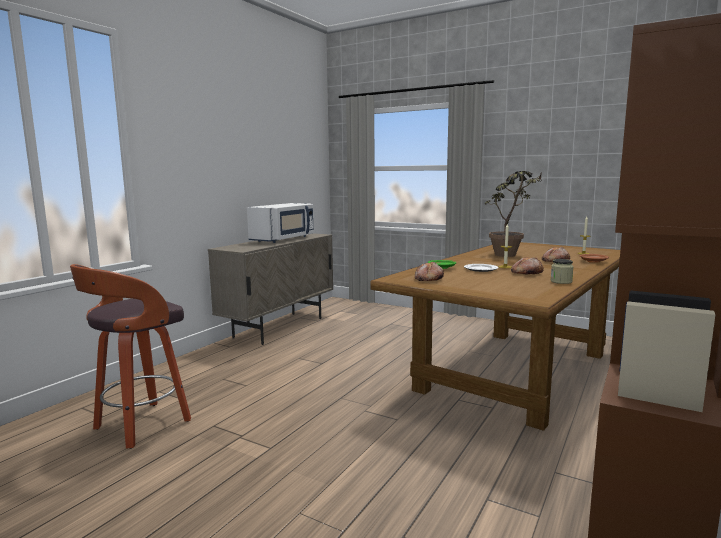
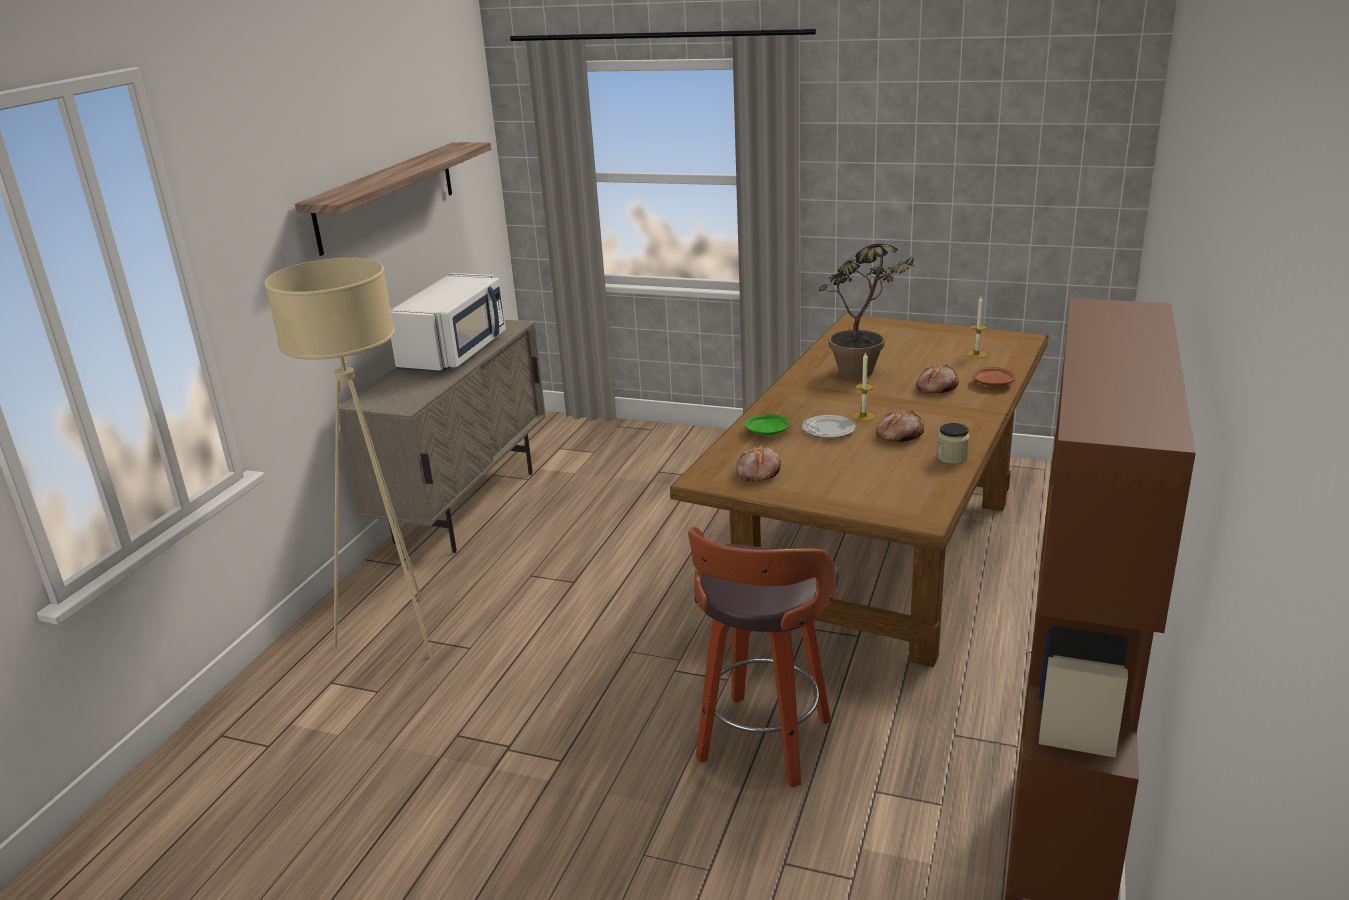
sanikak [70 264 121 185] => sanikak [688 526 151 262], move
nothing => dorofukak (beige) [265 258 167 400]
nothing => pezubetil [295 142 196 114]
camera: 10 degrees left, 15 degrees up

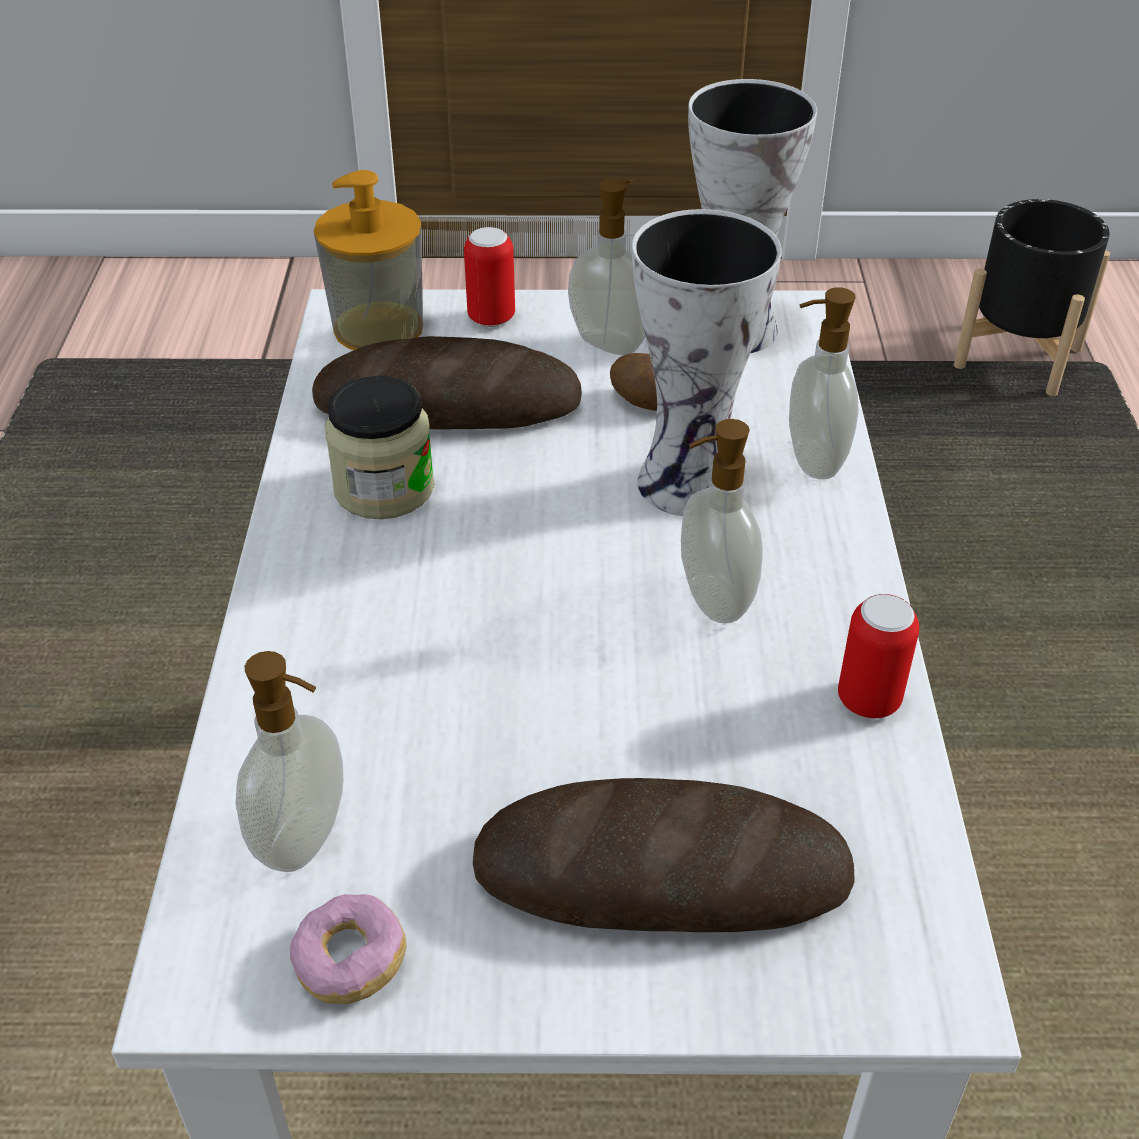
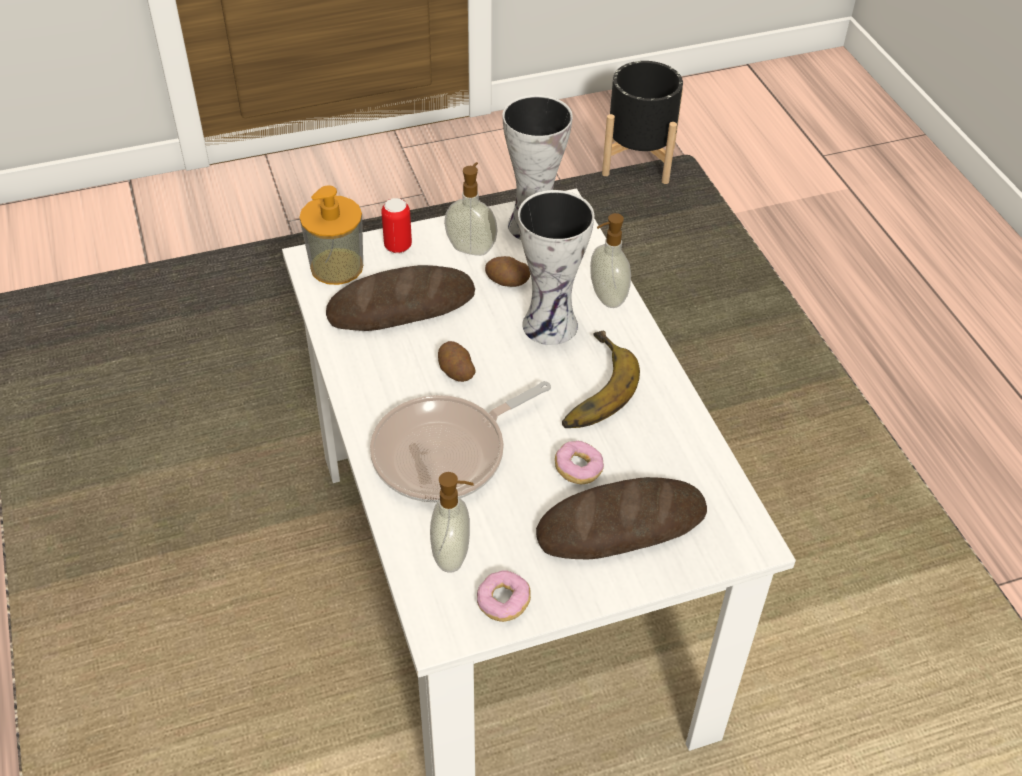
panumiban [325 376 109 143] => nothing
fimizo [681 419 82 204] => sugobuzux [562 331 78 97]
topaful [838 594 81 125] => nothing
nothing => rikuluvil [370 381 181 122]
nothing => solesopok [438 341 38 41]
nothing => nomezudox [555 441 49 43]
camera: 20 degrees left, 5 degrees up

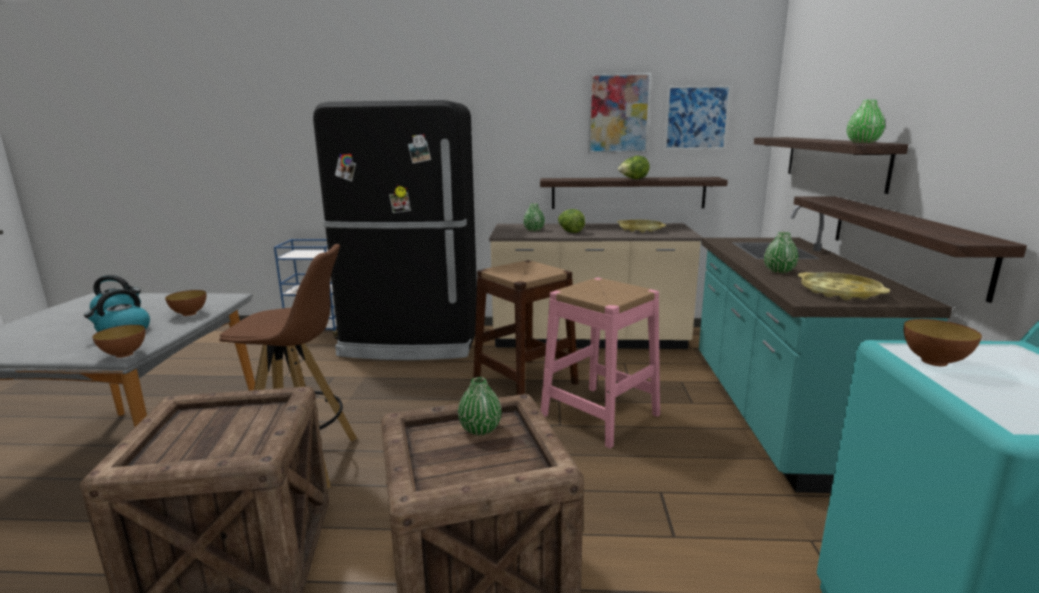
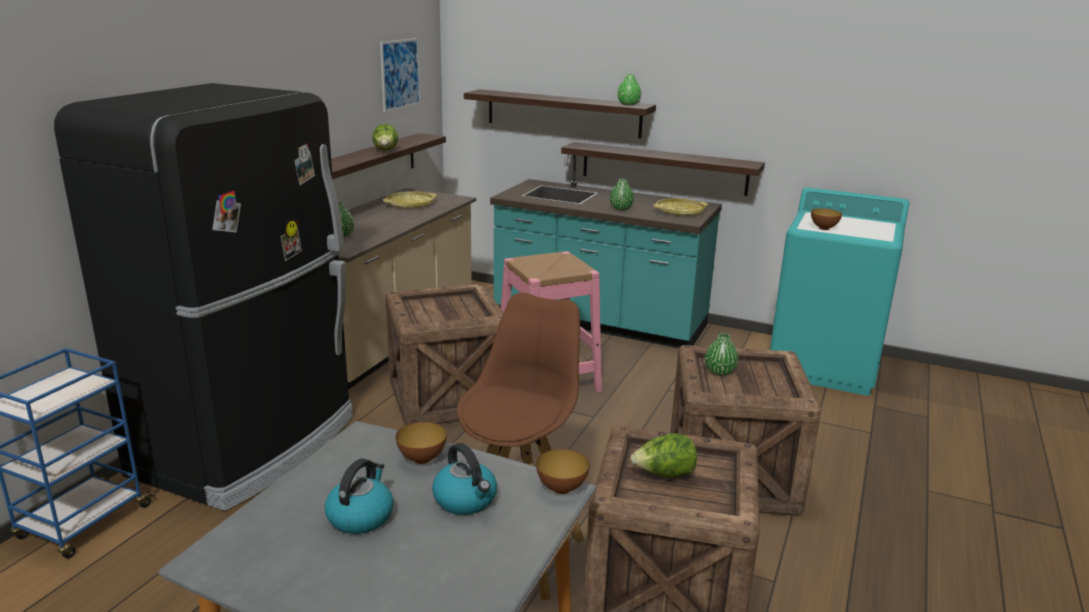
sanikak (brown) [473 260 105 135] => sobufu [385 284 119 142]
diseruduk [558 209 27 24] => diseruduk [630 433 67 45], move
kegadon [588 73 63 80] => nothing
camera: 70 degrees left, 5 degrees up

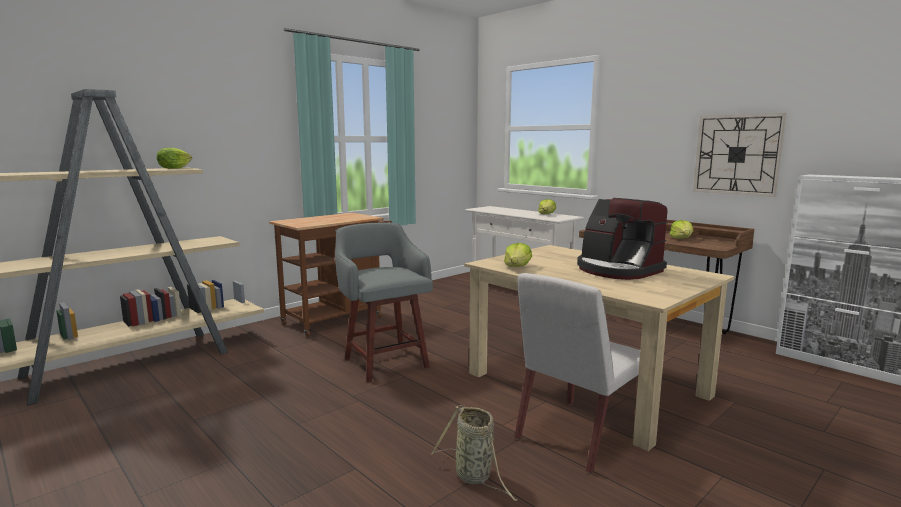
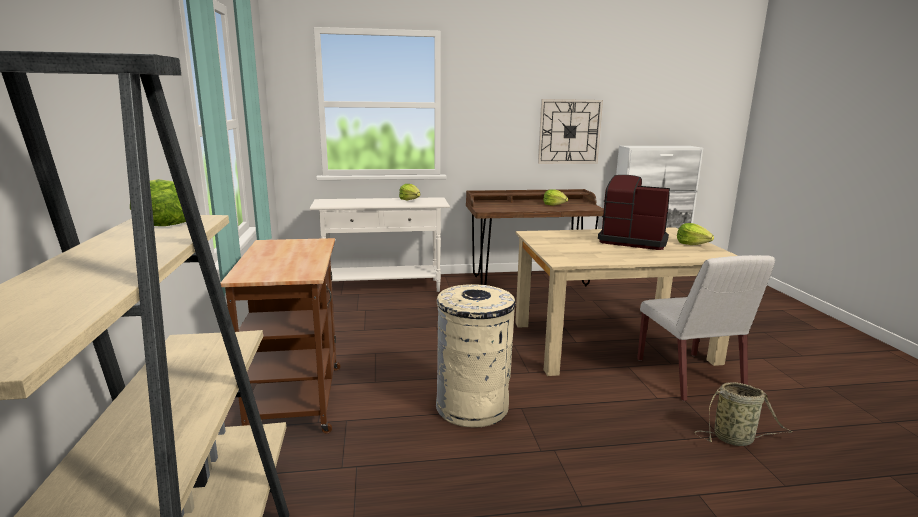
sanikak (grey) [335 223 98 159] => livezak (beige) [436 284 80 144]
diseruduk [504 243 28 24] => diseruduk [677 223 37 22], move
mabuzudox [577 198 91 82] => mabuzudox [598 175 72 75], 150 degrees counterclockwise
camera: 55 degrees left, 5 degrees up

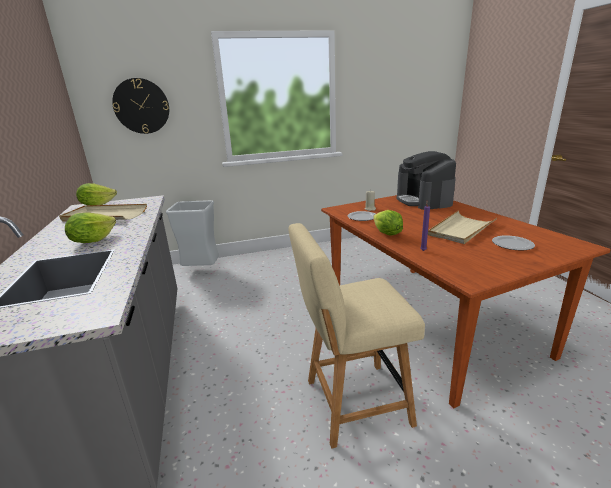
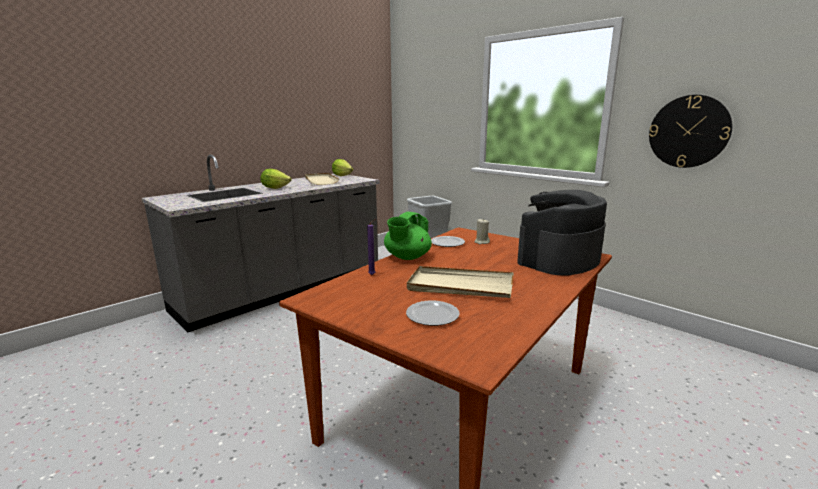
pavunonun [112 78 57 56] => pavunonun [649 95 83 73], move
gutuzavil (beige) [289 223 136 225] => nothing
diseruduk [373 210 30 25] => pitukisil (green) [384 212 48 48]
camera: 60 degrees right, 5 degrees down

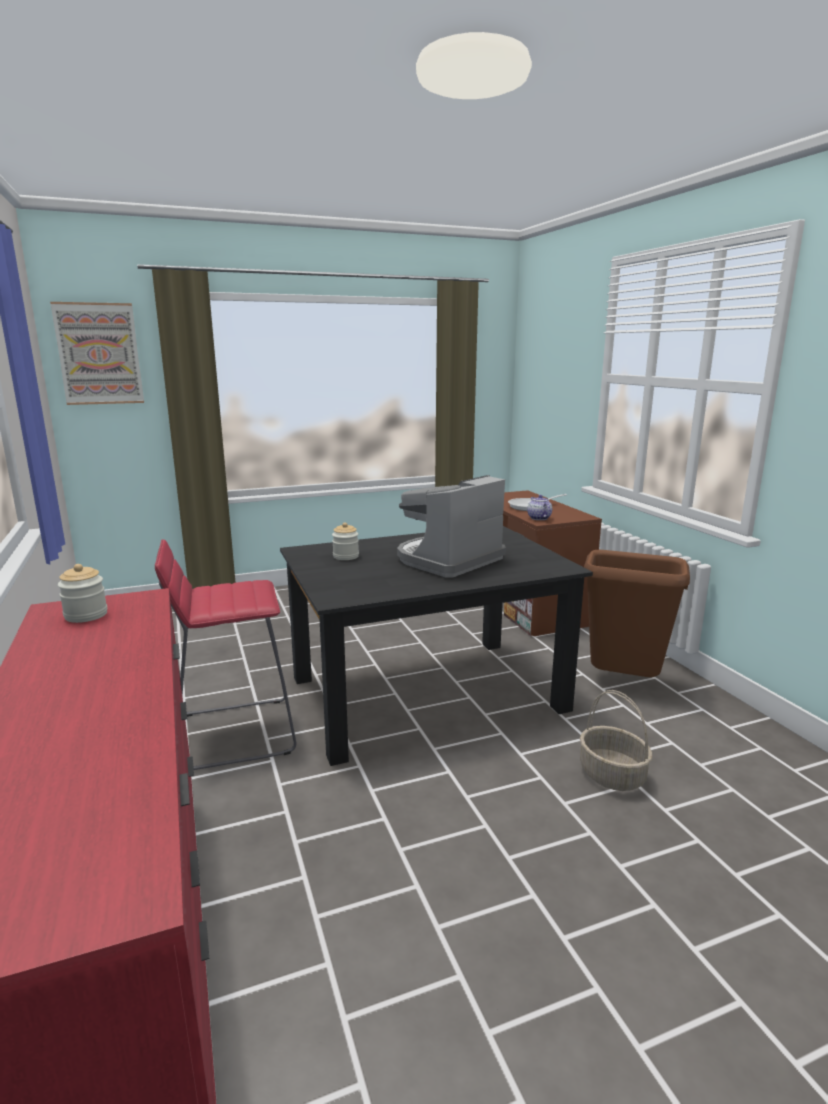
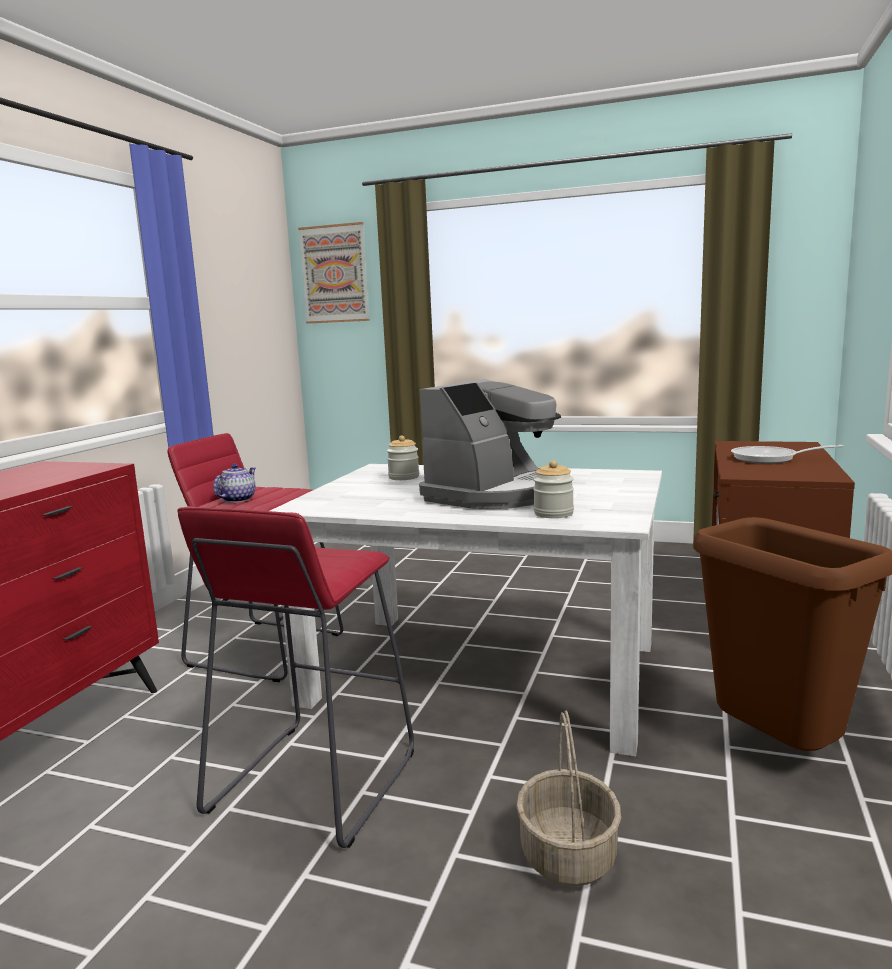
panumiban [58 564 49 59] => panumiban [533 460 41 58], move
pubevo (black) [280 526 313 240] => pubevo (white) [270 464 392 292]
mabuzudox [397 475 109 102] => mabuzudox [419 379 142 130], 135 degrees clockwise
pitukisil [527 495 25 25] => pitukisil [213 464 43 39], move
nothing => sanikak (red) [178 506 236 342]
camera: 40 degrees right, 5 degrees down

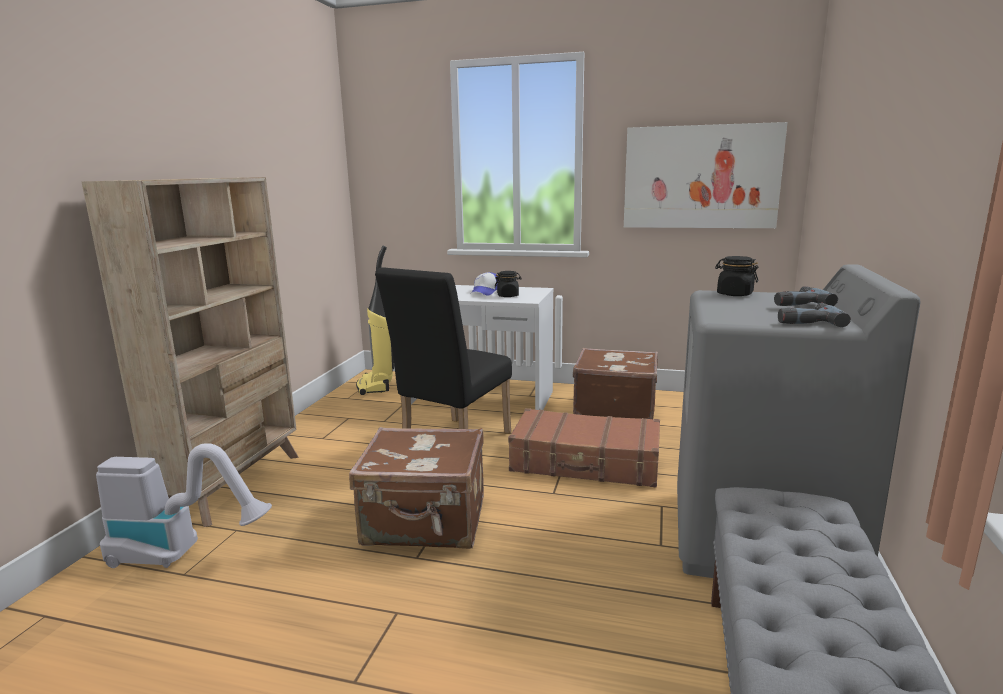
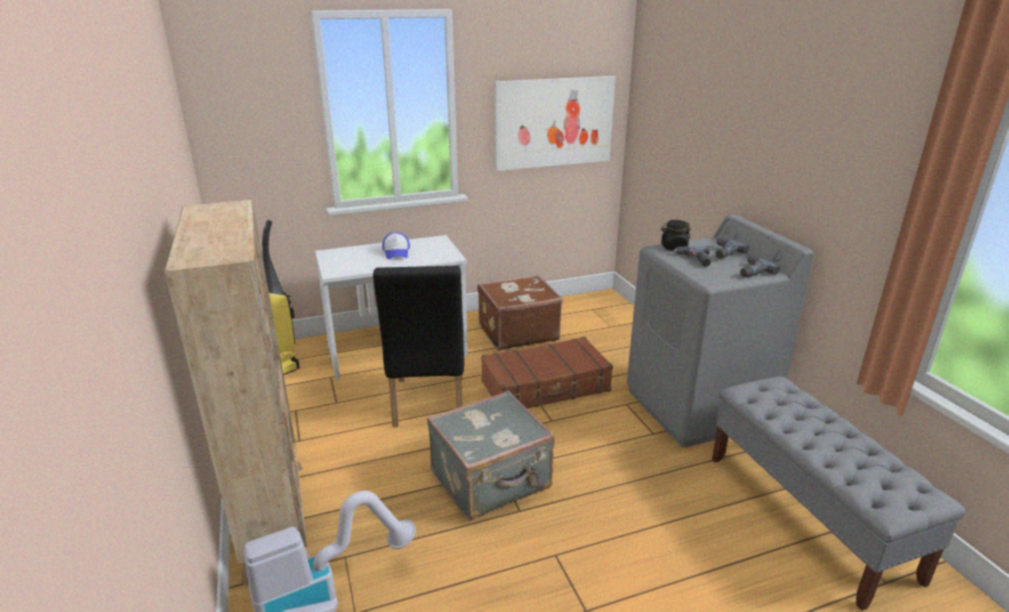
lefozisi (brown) [349 427 135 122] => lefozisi (grey) [427 391 128 129]
panumiban (black) [495 271 27 26] => nothing
nothing => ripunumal [674 246 37 21]
camera: 35 degrees left, 10 degrees up

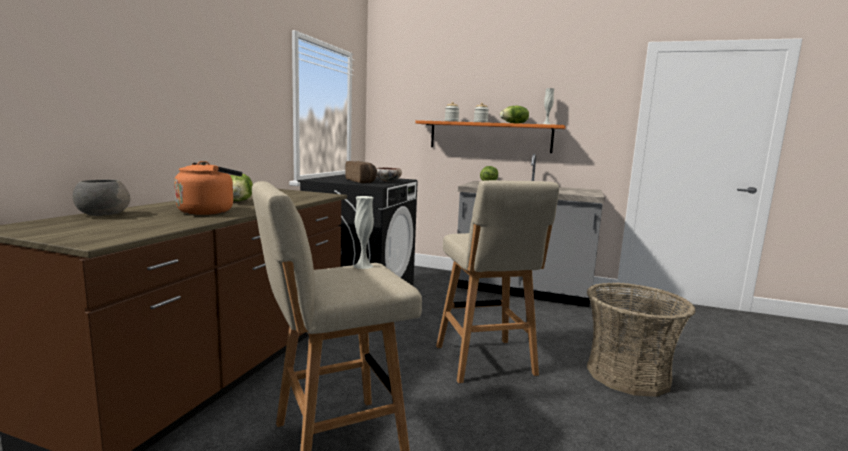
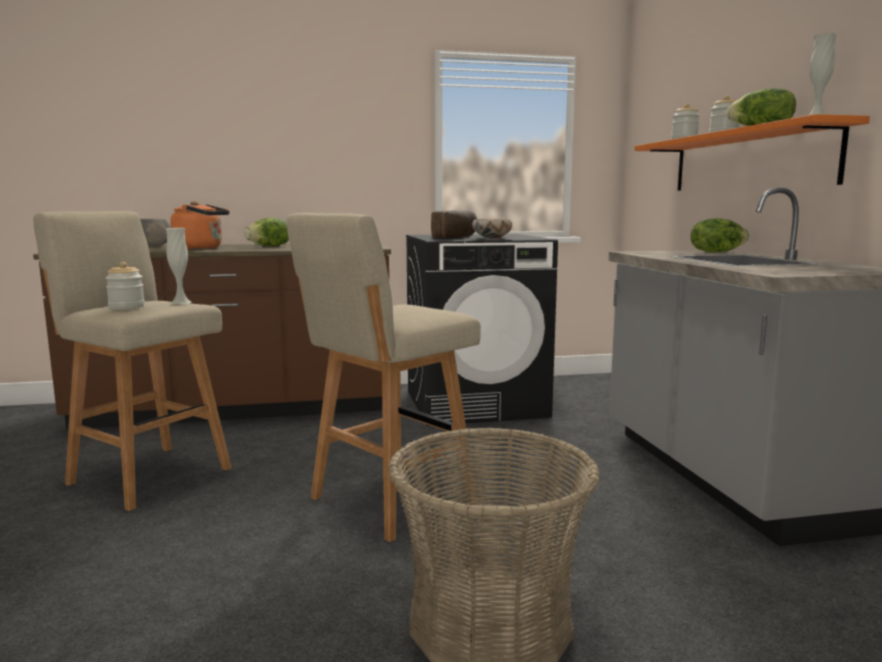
nothing => panumiban [105 262 40 47]
camera: 60 degrees right, 0 degrees up

